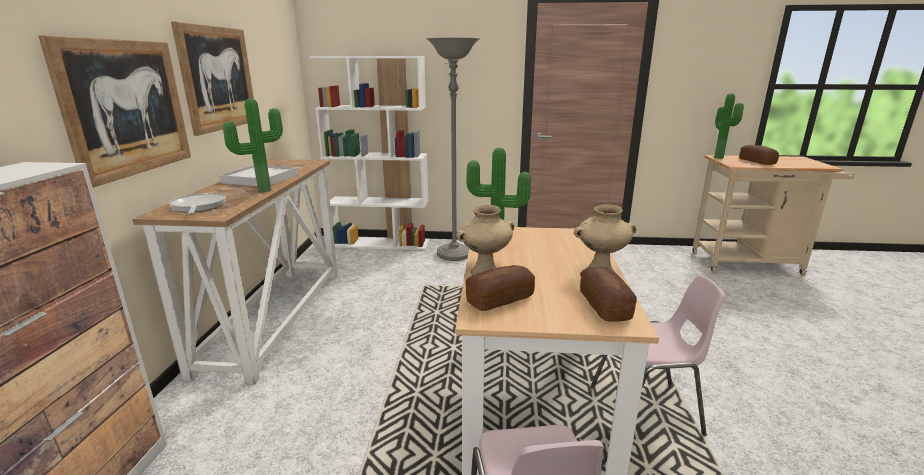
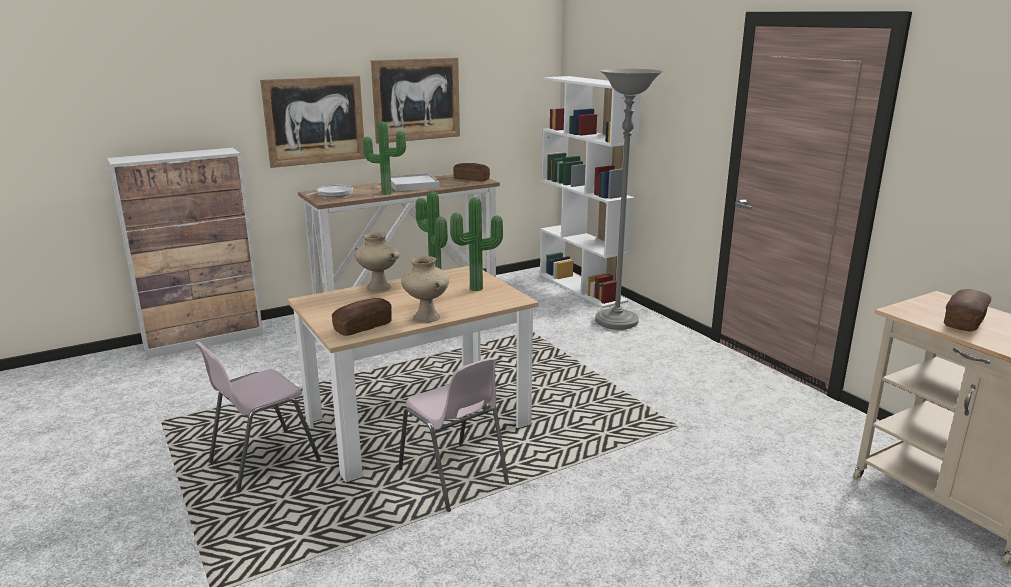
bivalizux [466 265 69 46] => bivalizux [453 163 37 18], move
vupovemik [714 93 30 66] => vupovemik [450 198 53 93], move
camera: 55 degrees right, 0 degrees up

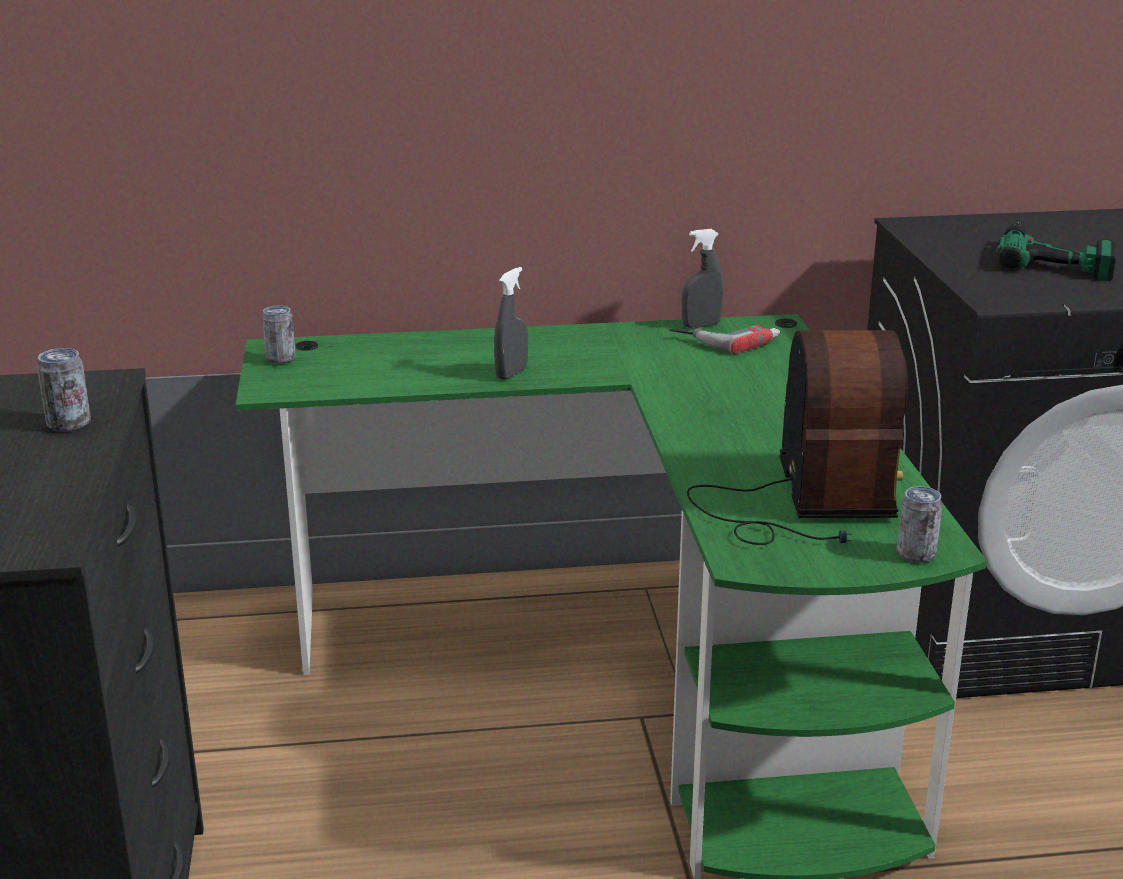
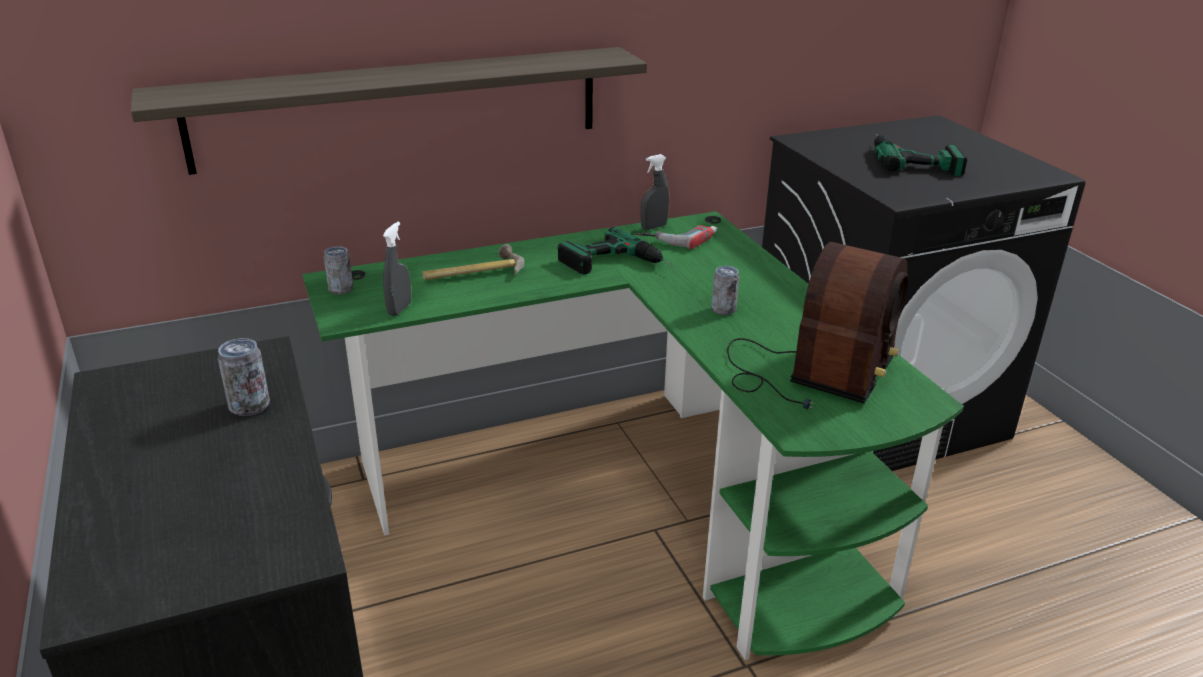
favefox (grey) [494 267 34 113] => favefox (grey) [383 222 28 94], move
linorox [687 330 221 215] => linorox [727 242 181 167], 45 degrees clockwise
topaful [896 486 47 77] => topaful [711 266 29 49], move
nothing => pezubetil [131 47 516 128]
nothing => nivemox [422 244 103 36]
nothing => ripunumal [558 227 116 47]
camera: 15 degrees left, 5 degrees up

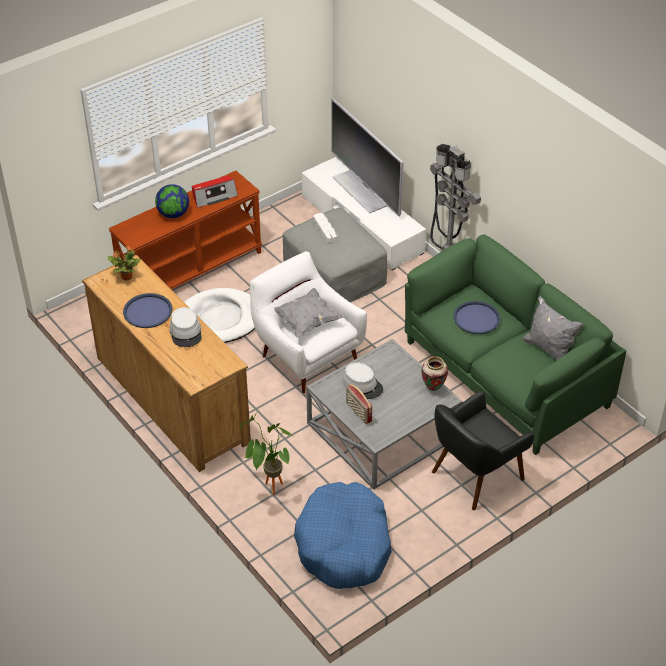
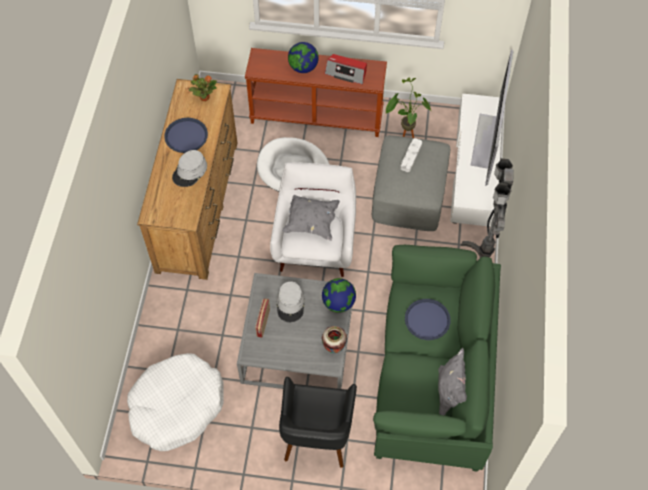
vupovemik [240 413 53 82] => vupovemik [386 77 45 61], move
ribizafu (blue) [294 482 98 107] => ribizafu (white) [127 353 97 98]
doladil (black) [432 391 102 119] => doladil (black) [279 377 78 91], 90 degrees counterclockwise
nothing => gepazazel [322 278 34 35]
camera: 45 degrees right, 15 degrees up

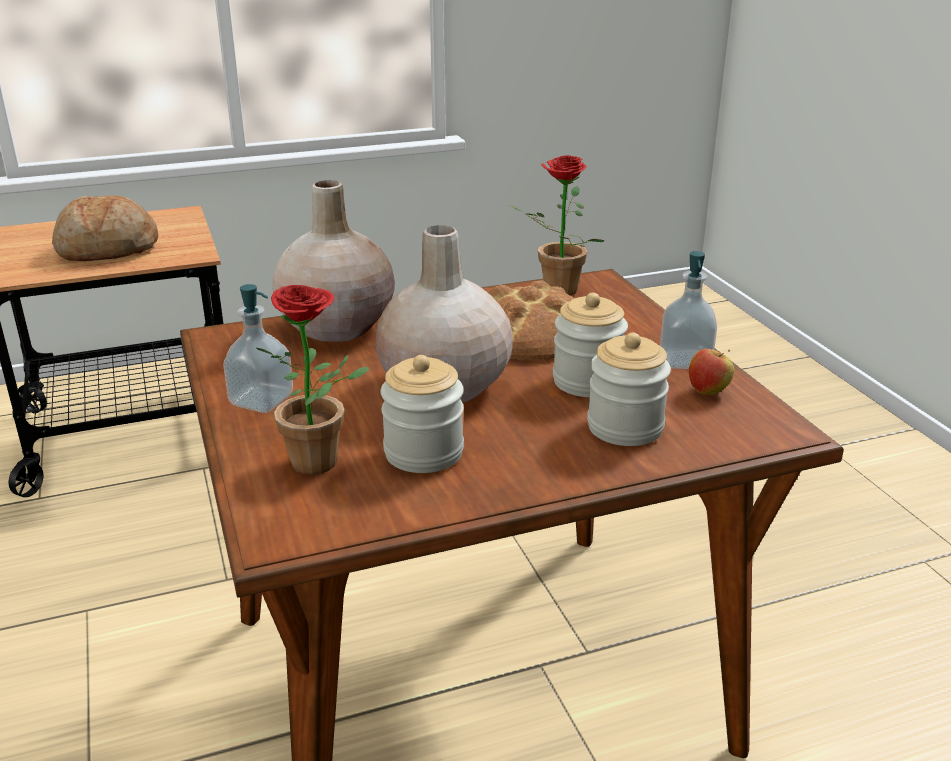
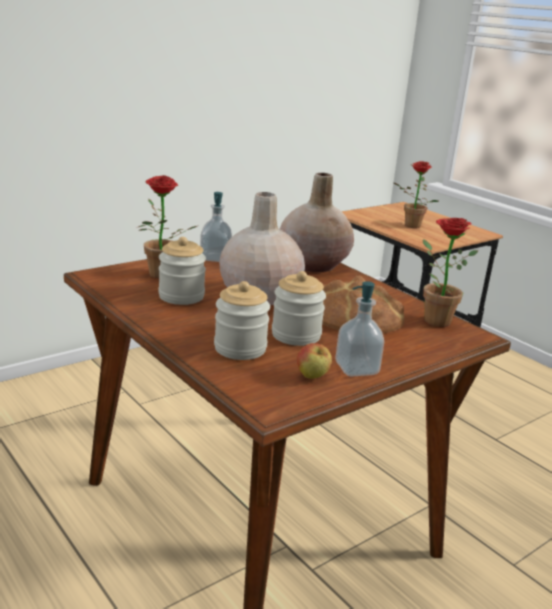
bivalizux [52 195 106 66] => vupovemik [394 161 45 67]
camera: 70 degrees right, 5 degrees down

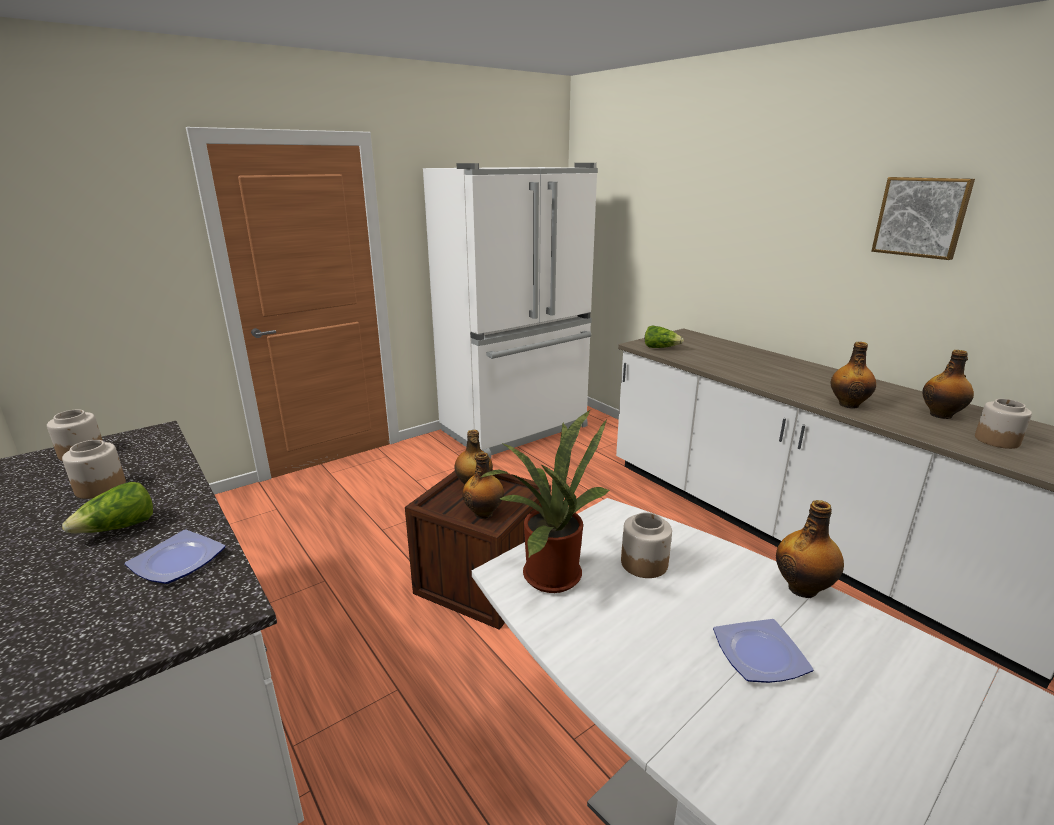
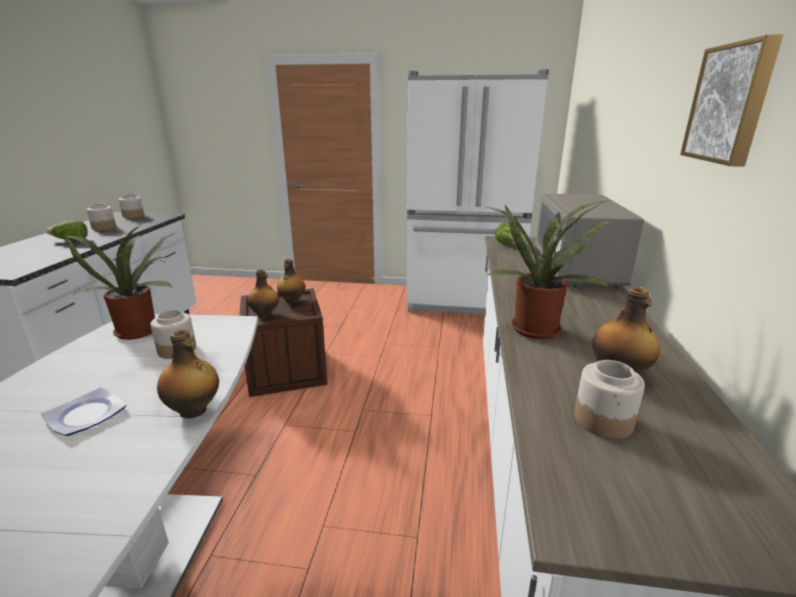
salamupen [124 529 101 55] => nothing
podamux [831 342 45 67] => vupovemik [486 200 127 139]
nothing => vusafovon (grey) [535 194 109 96]
camera: 45 degrees right, 0 degrees up

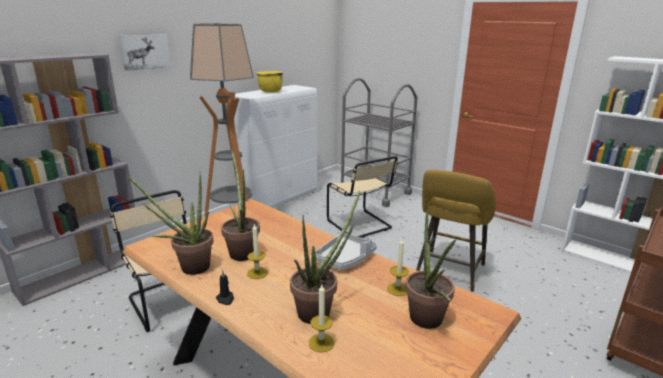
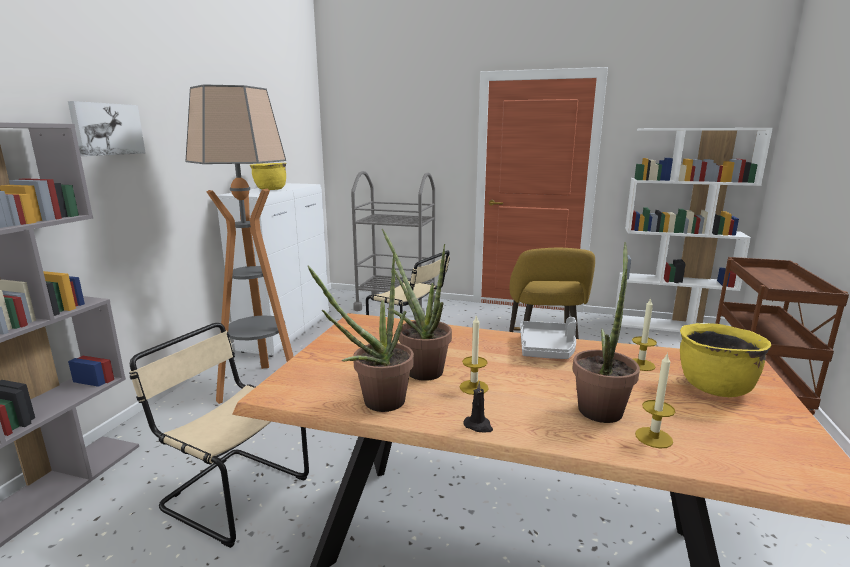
vupovemik [405 204 51 125] => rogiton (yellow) [680 323 91 74]
camera: 25 degrees left, 5 degrees down

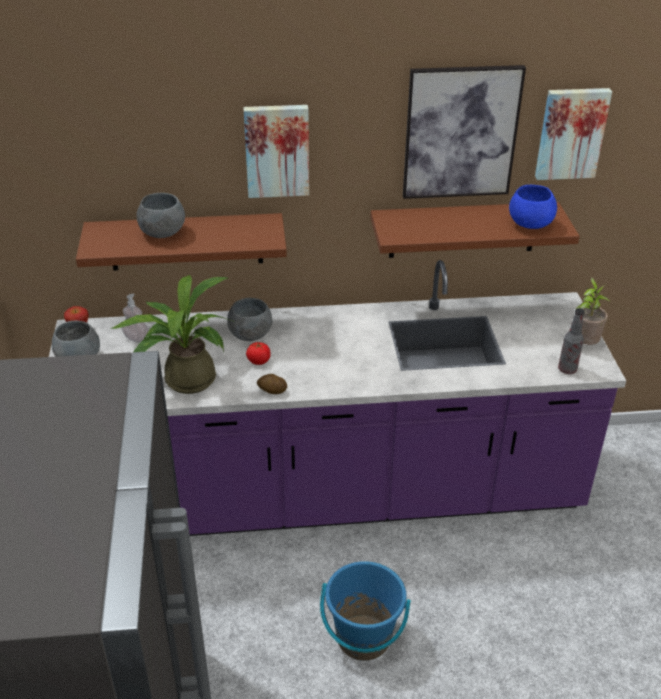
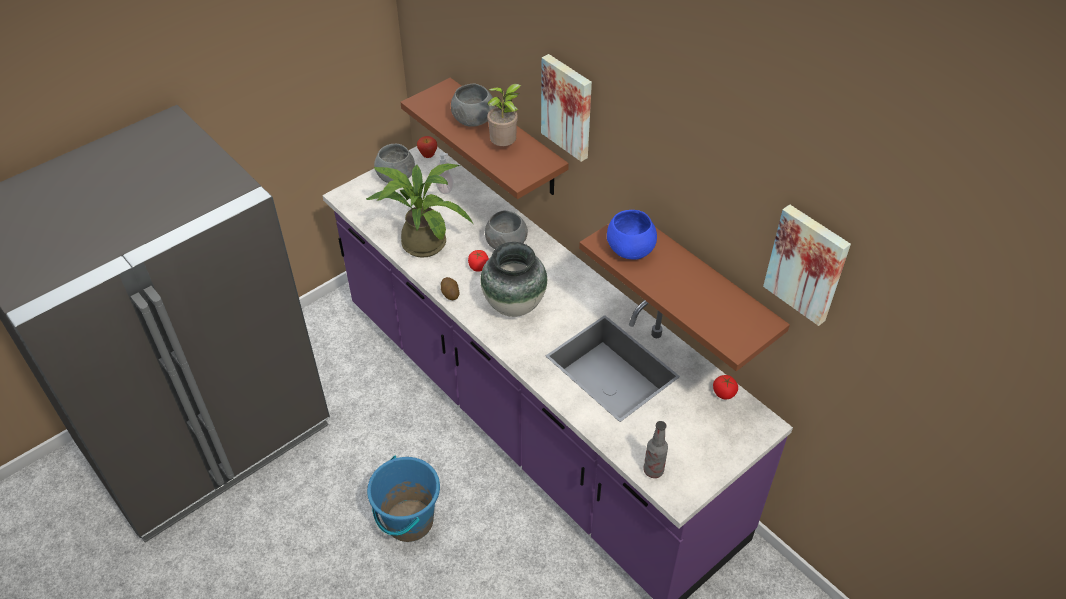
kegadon [403 65 123 134] => nothing
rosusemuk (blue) [509 185 48 44] => rosusemuk (blue) [607 210 50 49], move
vupovemik [575 278 35 67] => vupovemik [487 84 34 62], move
nothing => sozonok [480 242 67 75]
nothing => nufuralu [713 375 25 24]
camera: 55 degrees right, 10 degrees up

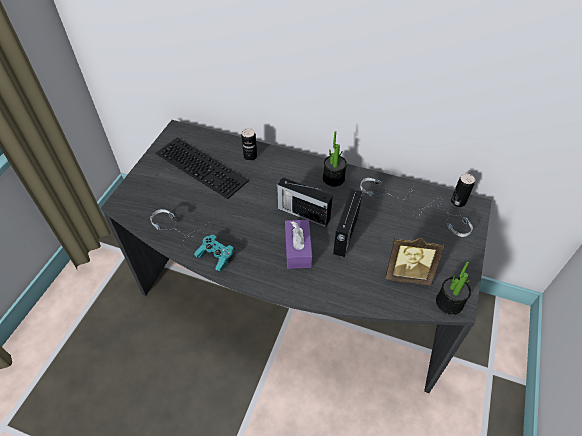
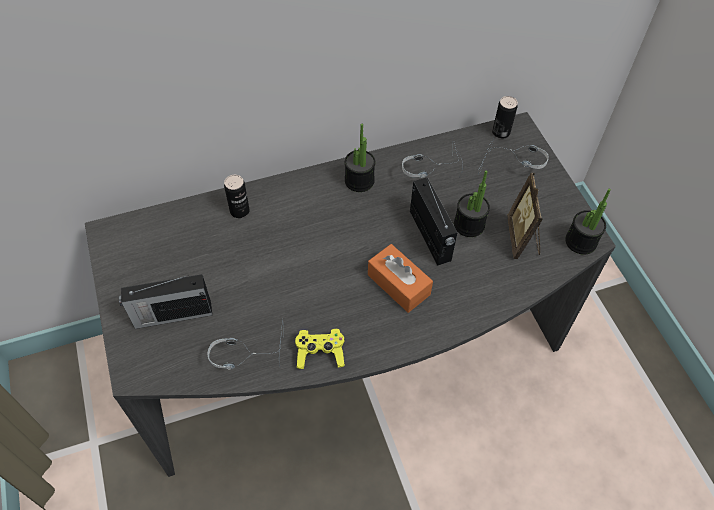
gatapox [156 138 93 61] => nothing
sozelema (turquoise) [194 234 41 37] => sozelema (yellow) [295 329 50 40]
linorox [276 177 57 51] => linorox [119 274 93 55], move
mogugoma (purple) [285 220 27 49] => mogugoma (orange) [368 244 65 69]
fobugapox [385 238 60 47] => fobugapox [507 173 36 86], 120 degrees clockwise
nothing => vupovemik [454 170 36 67]
camera: 40 degrees left, 5 degrees up

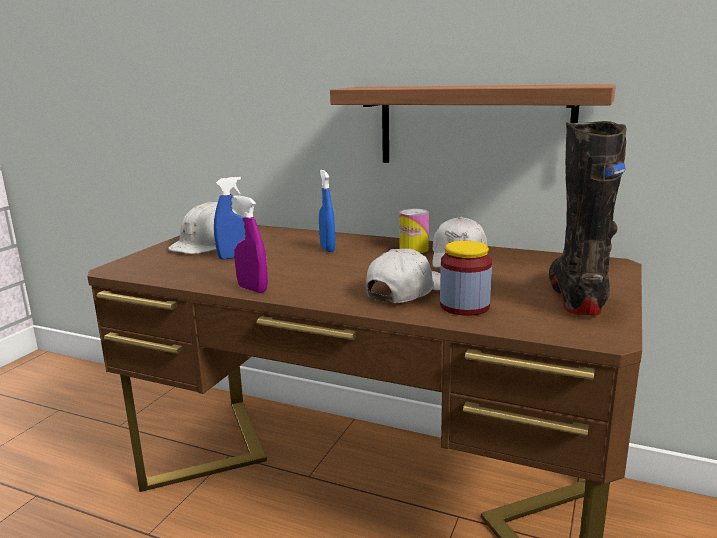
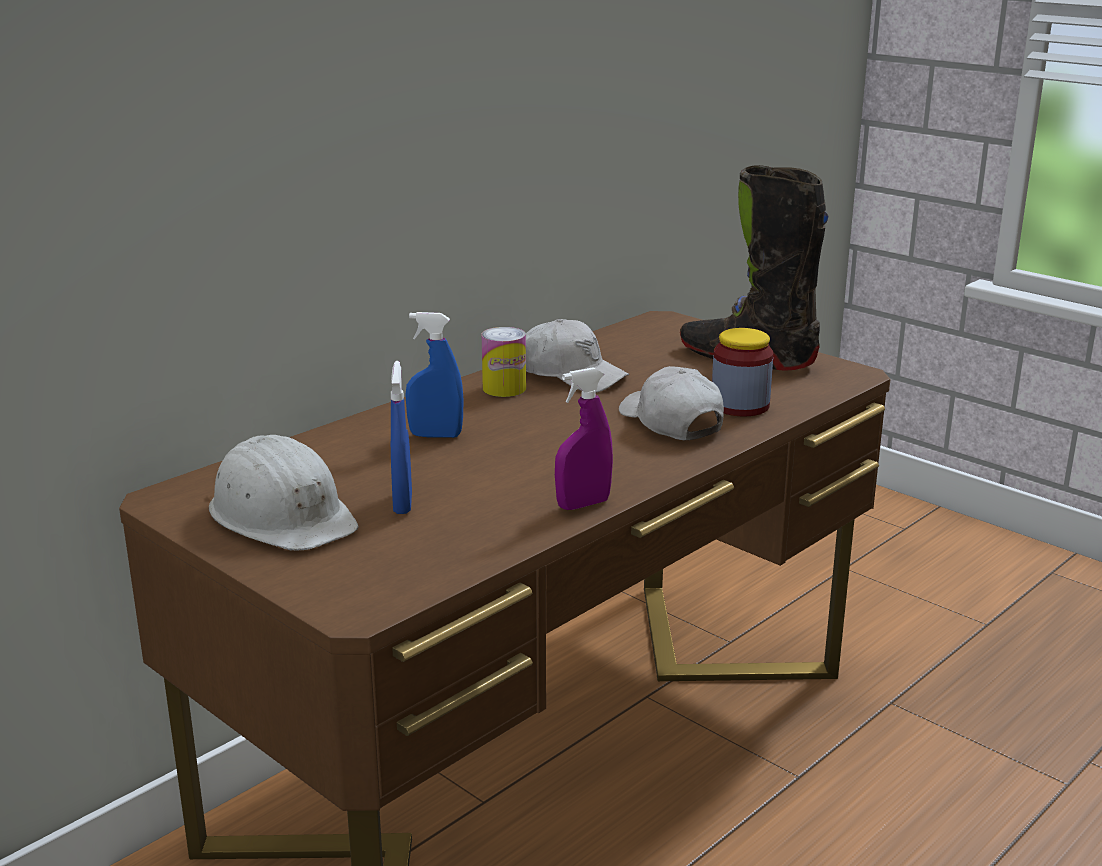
pezubetil [330 84 286 79] => nothing
camera: 70 degrees left, 5 degrees up

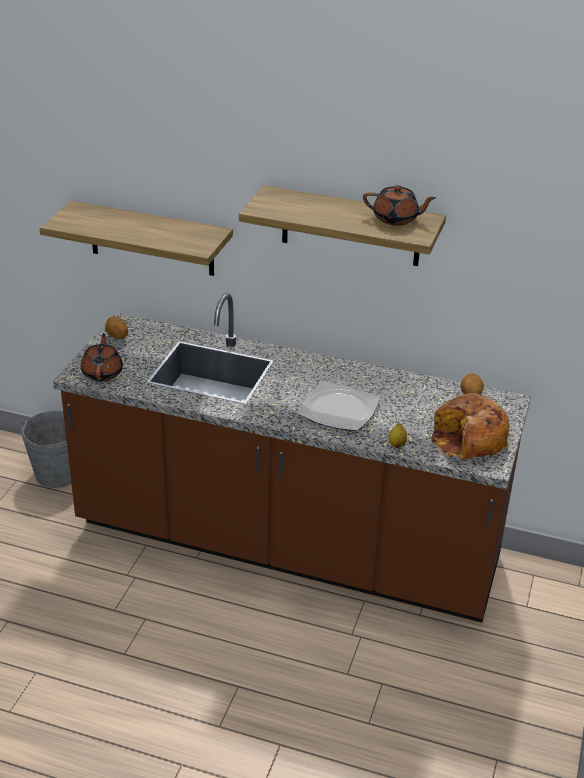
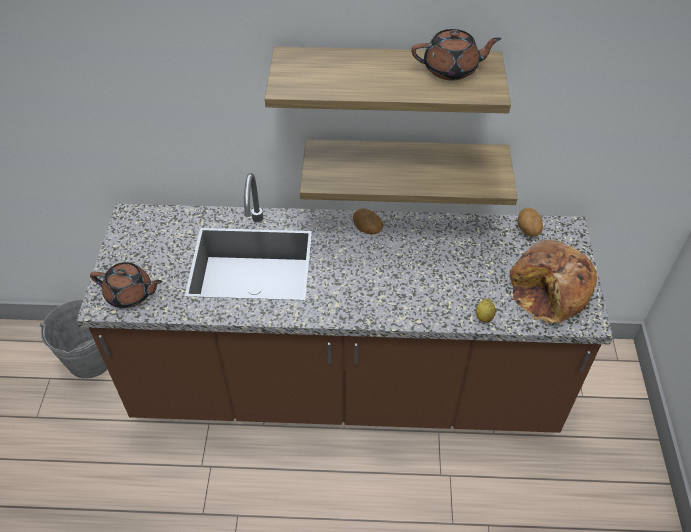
pezubetil [39 201 194 75] => pezubetil [300 140 218 65], move
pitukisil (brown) [81 333 42 48] => pitukisil (brown) [90 262 73 46], 120 degrees clockwise
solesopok [105 316 23 23] => solesopok [353 208 30 27], move
salamupen [297 381 83 50] => nothing
camera: 15 degrees left, 15 degrees up

